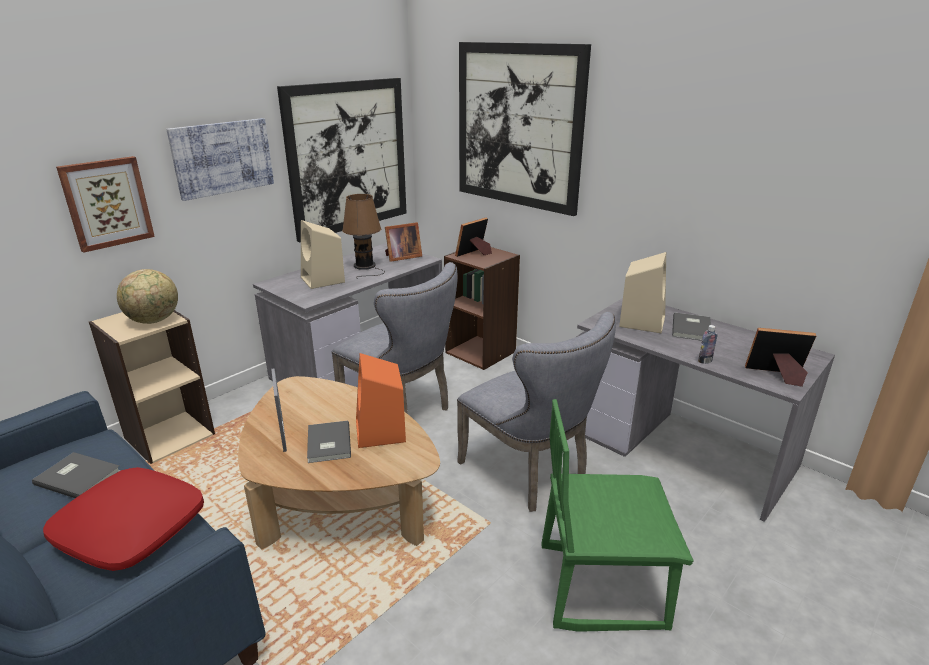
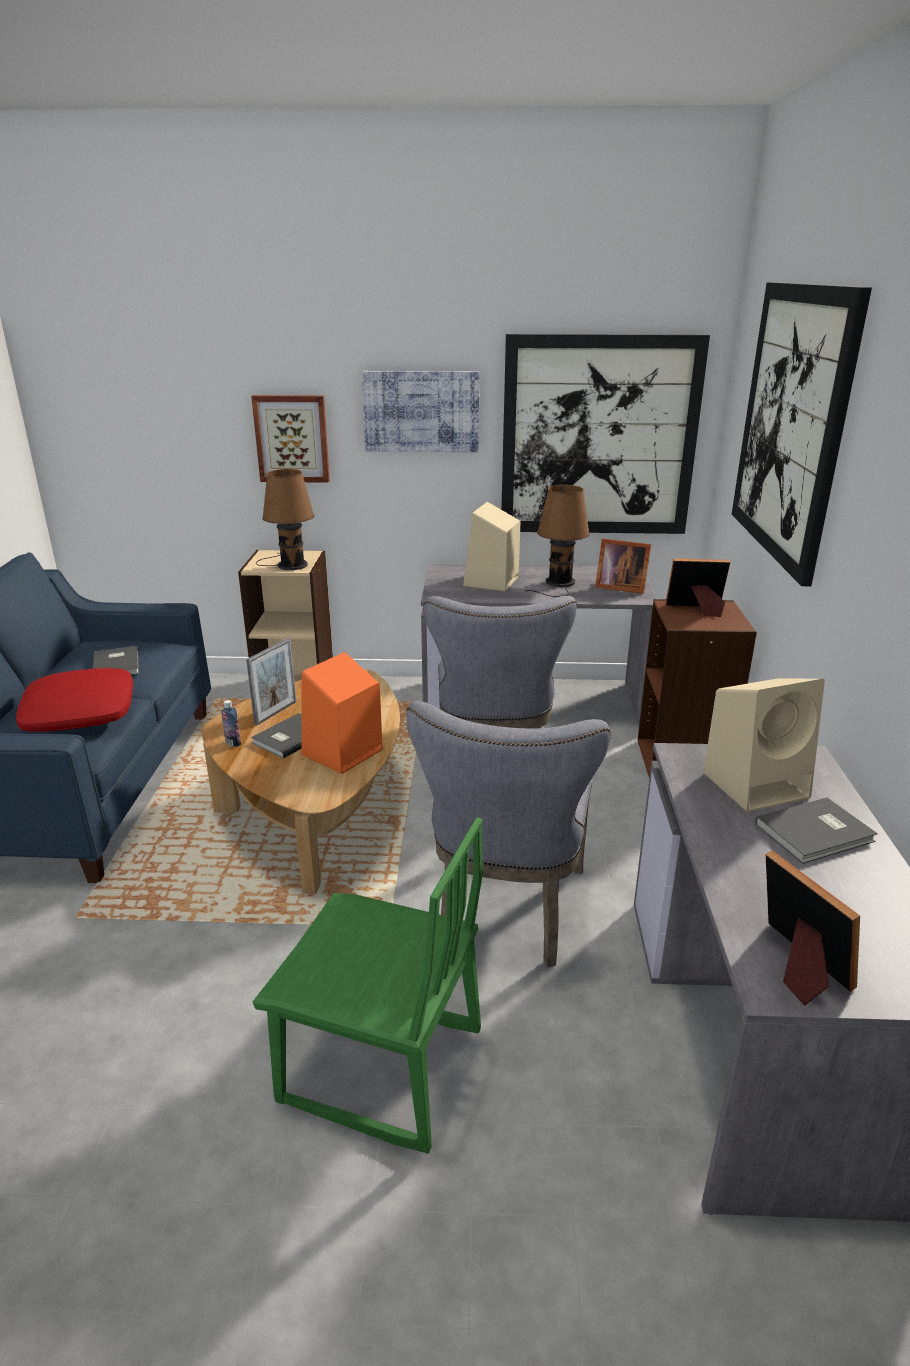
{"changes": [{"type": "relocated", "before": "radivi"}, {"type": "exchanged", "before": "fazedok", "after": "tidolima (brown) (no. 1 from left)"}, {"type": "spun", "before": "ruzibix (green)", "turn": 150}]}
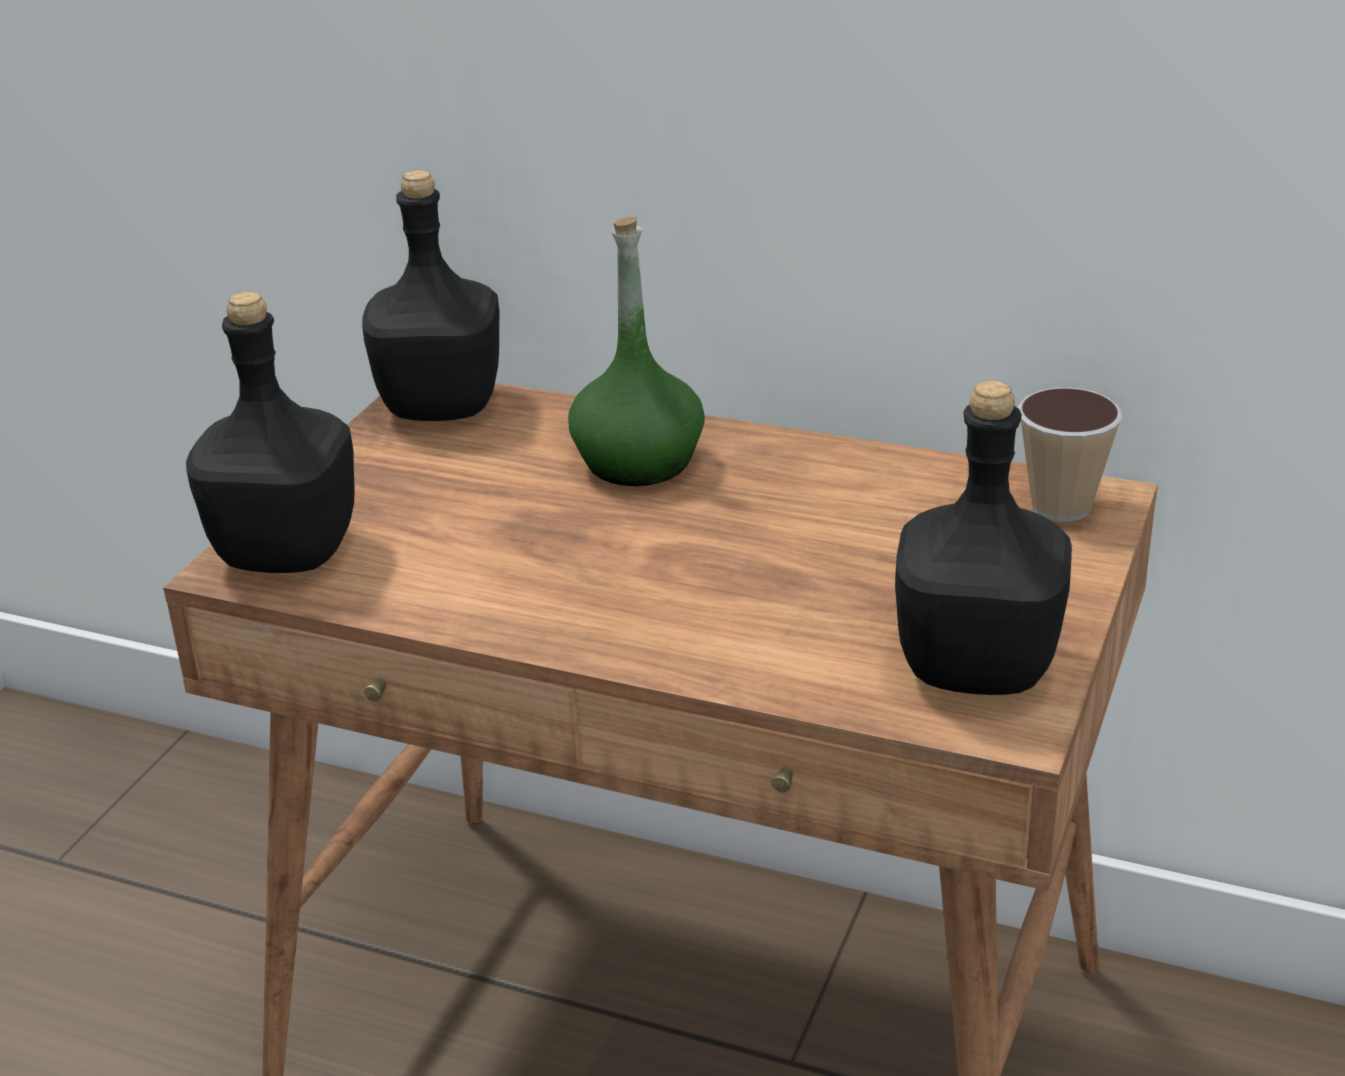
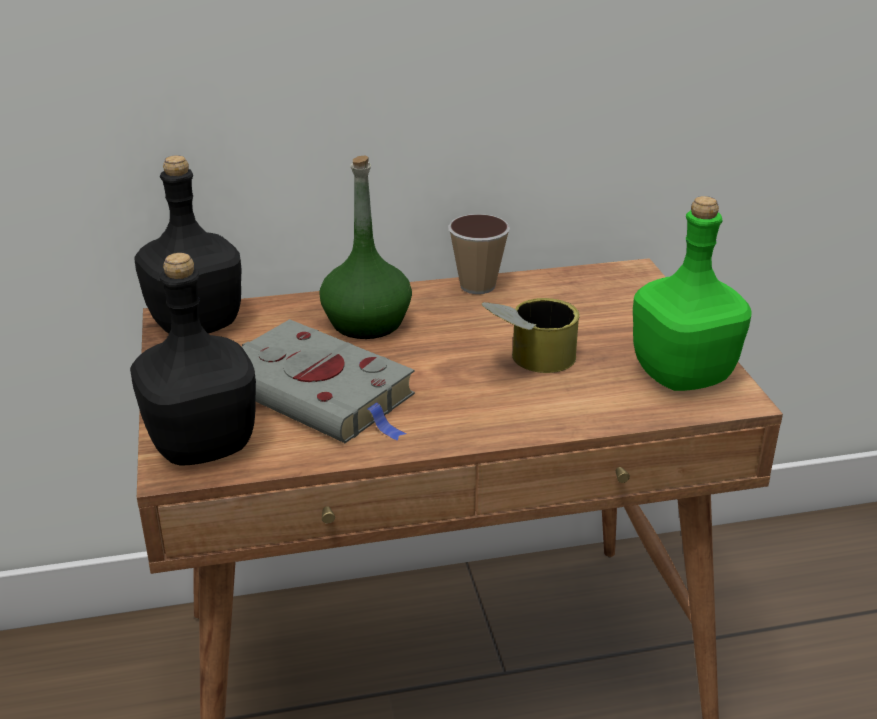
{"changes": [{"type": "appeared", "after": "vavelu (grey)"}, {"type": "appeared", "after": "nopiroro"}, {"type": "relocated", "before": "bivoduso"}, {"type": "colour", "before": "radivi (black) (no. 3 from left)", "after": "radivi (green) (no. 2 from left)"}]}
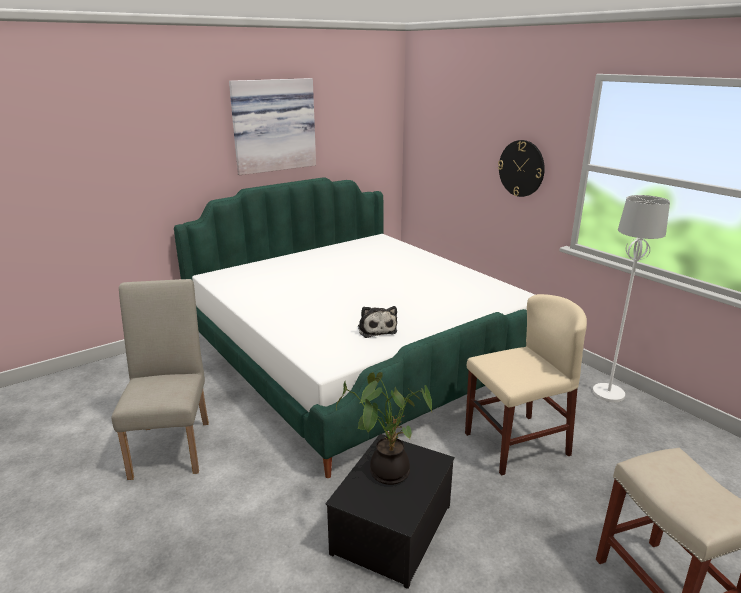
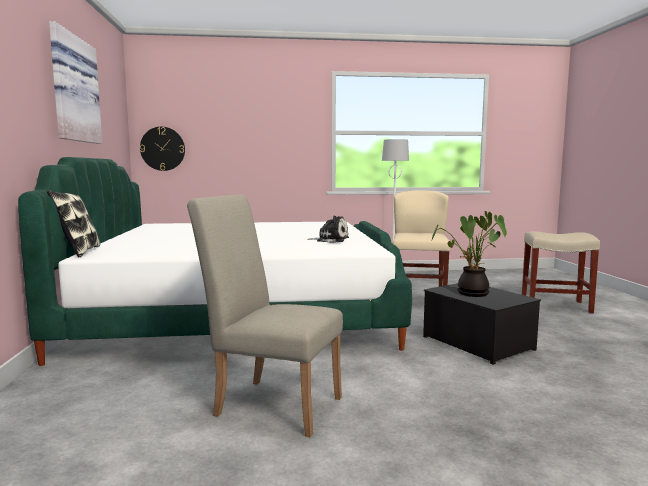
{"changes": [{"type": "appeared", "after": "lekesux"}, {"type": "relocated", "before": "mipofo"}]}
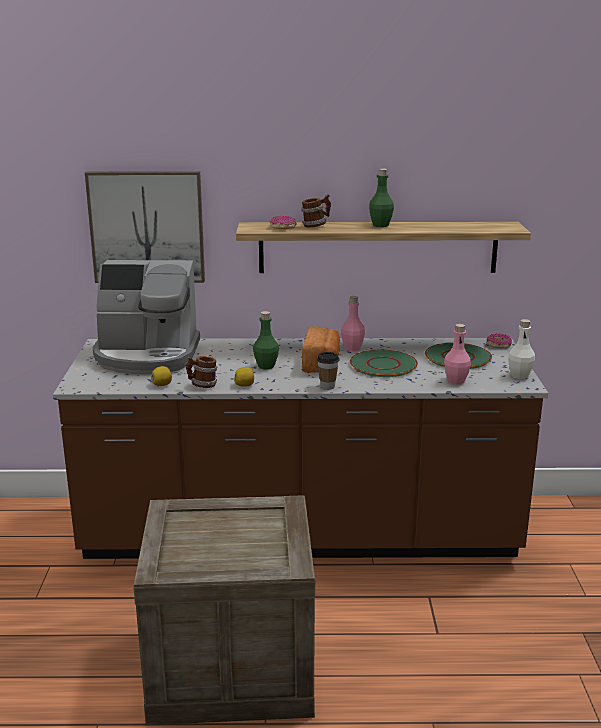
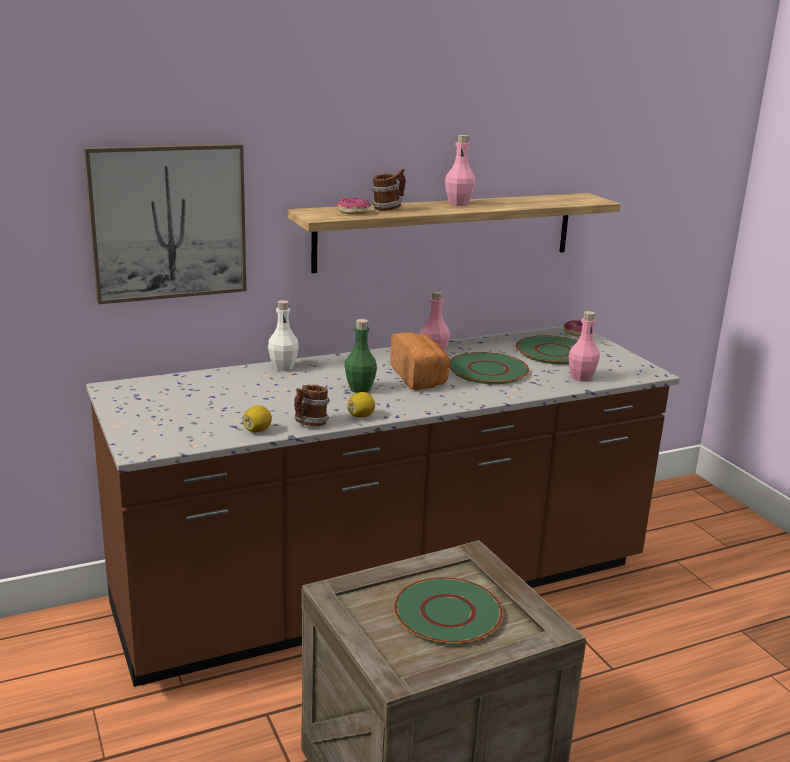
{"changes": [{"type": "missing", "before": "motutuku"}, {"type": "missing", "before": "bivoduso"}, {"type": "appeared", "after": "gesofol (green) (no. 1 from left)"}, {"type": "relocated", "before": "radivi (white)"}, {"type": "colour", "before": "radivi (green) (no. 2 from left)", "after": "radivi (pink) (no. 2 from left)"}]}
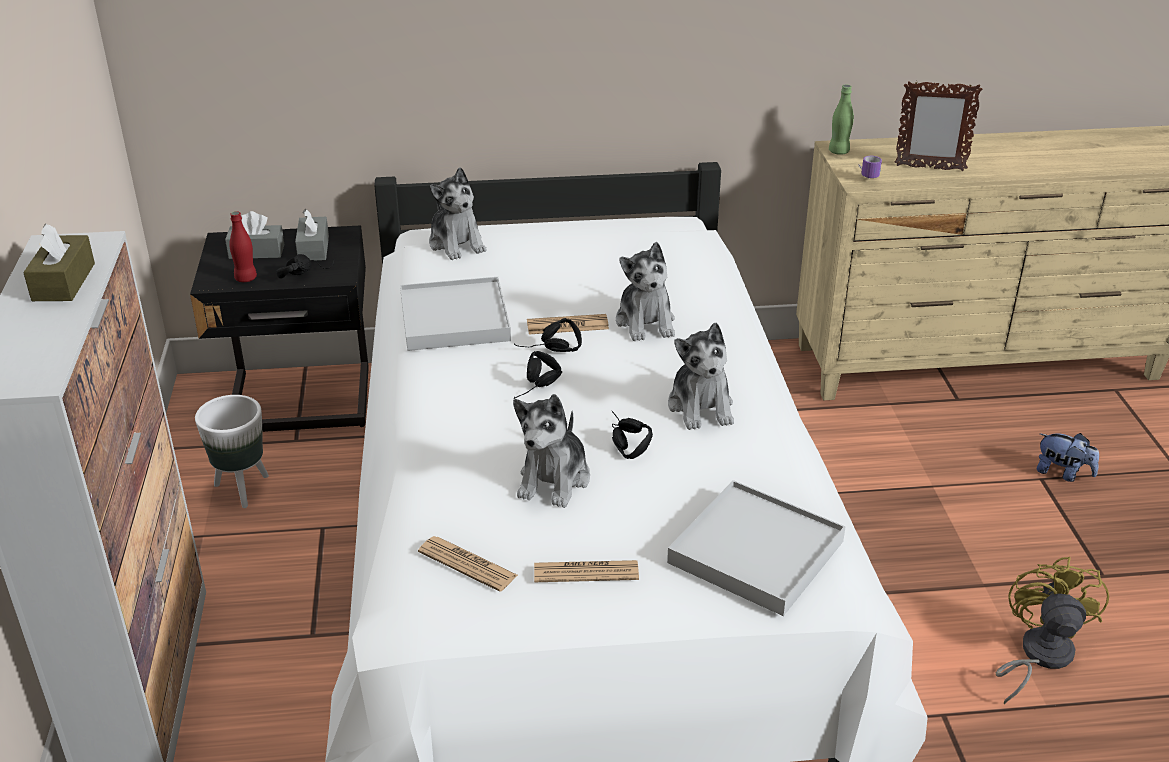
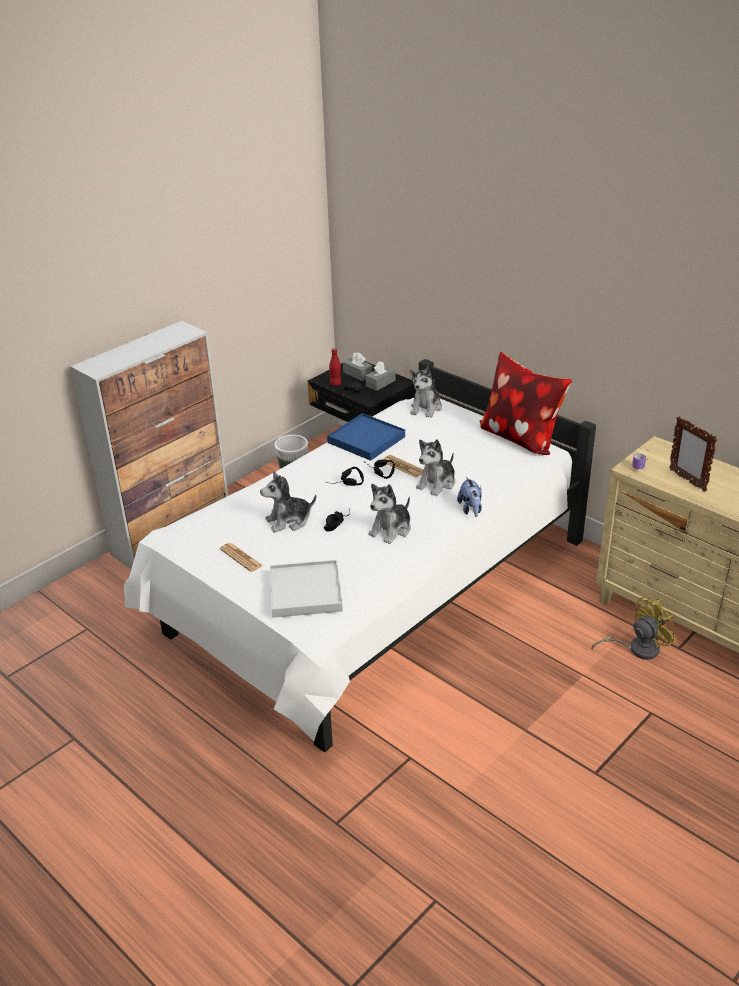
{"changes": [{"type": "missing", "before": "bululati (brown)"}, {"type": "missing", "before": "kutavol (no. 1 from left)"}, {"type": "missing", "before": "radivi (green)"}, {"type": "appeared", "after": "lekesux"}, {"type": "relocated", "before": "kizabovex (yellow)"}, {"type": "relocated", "before": "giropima (no. 5 from left)"}, {"type": "colour", "before": "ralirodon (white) (no. 1 from left)", "after": "ralirodon (blue)"}]}
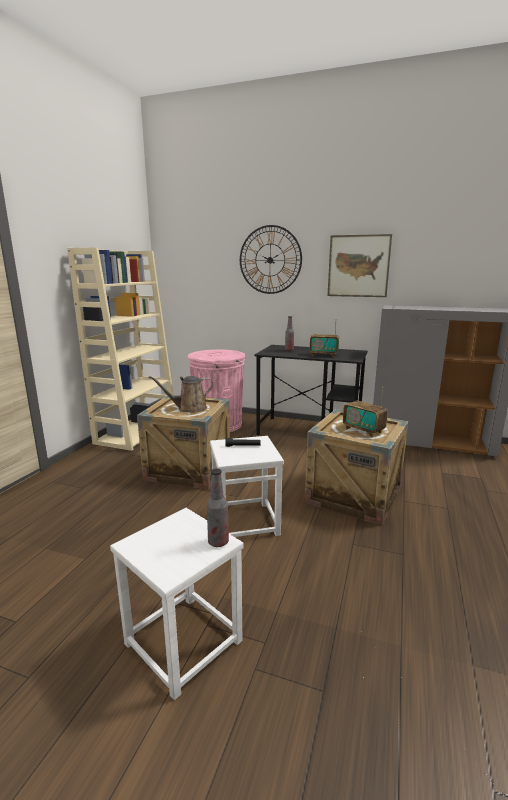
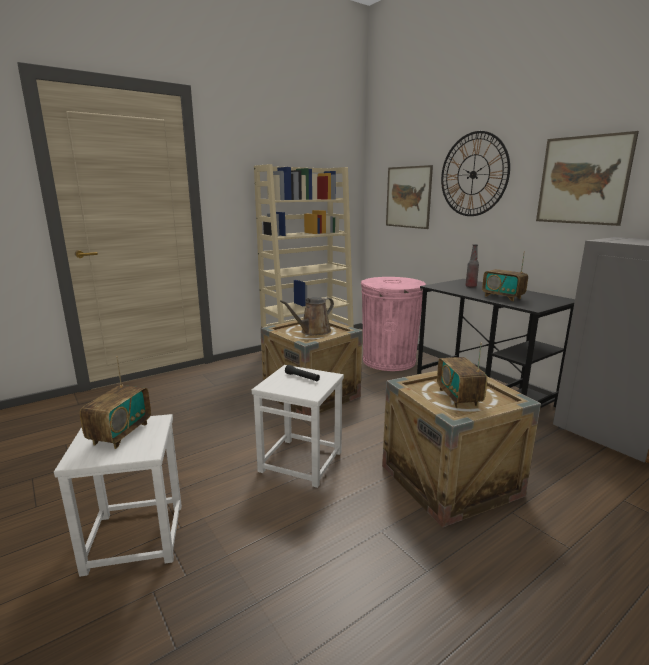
{"changes": [{"type": "missing", "before": "radivi (no. 1 from left)"}, {"type": "appeared", "after": "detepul (no. 1 from left)"}, {"type": "appeared", "after": "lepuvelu (no. 1 from left)"}, {"type": "spun", "before": "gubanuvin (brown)", "turn": -60}]}
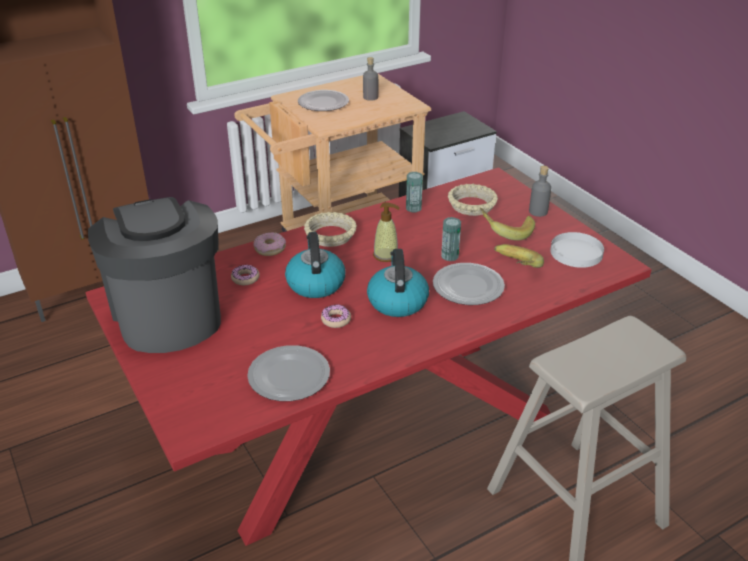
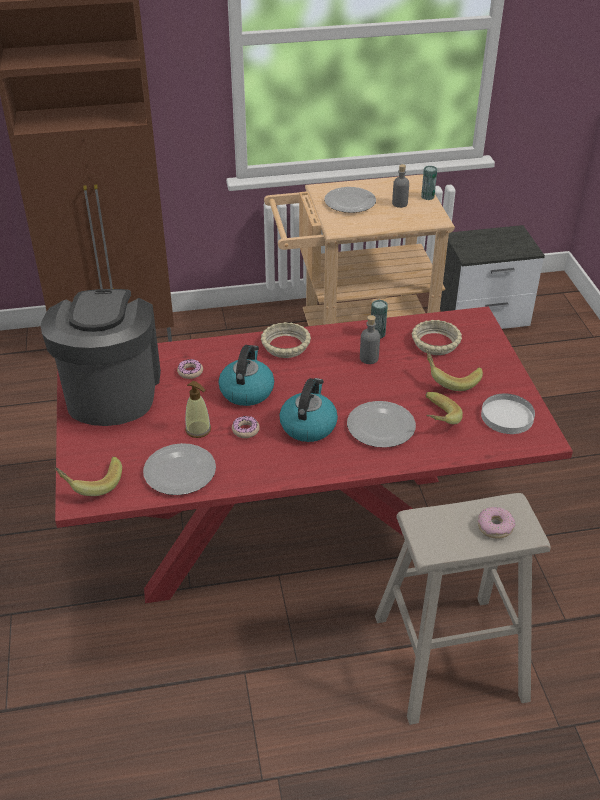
{"changes": [{"type": "appeared", "after": "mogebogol (no. 1 from left)"}, {"type": "relocated", "before": "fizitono (no. 2 from left in the first image)", "after": "fizitono (no. 3 from left)"}, {"type": "relocated", "before": "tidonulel"}, {"type": "relocated", "before": "nopiroro (no. 2 from left)"}, {"type": "relocated", "before": "radivi (grey) (no. 2 from left in the first image)", "after": "radivi (grey) (no. 1 from left)"}]}
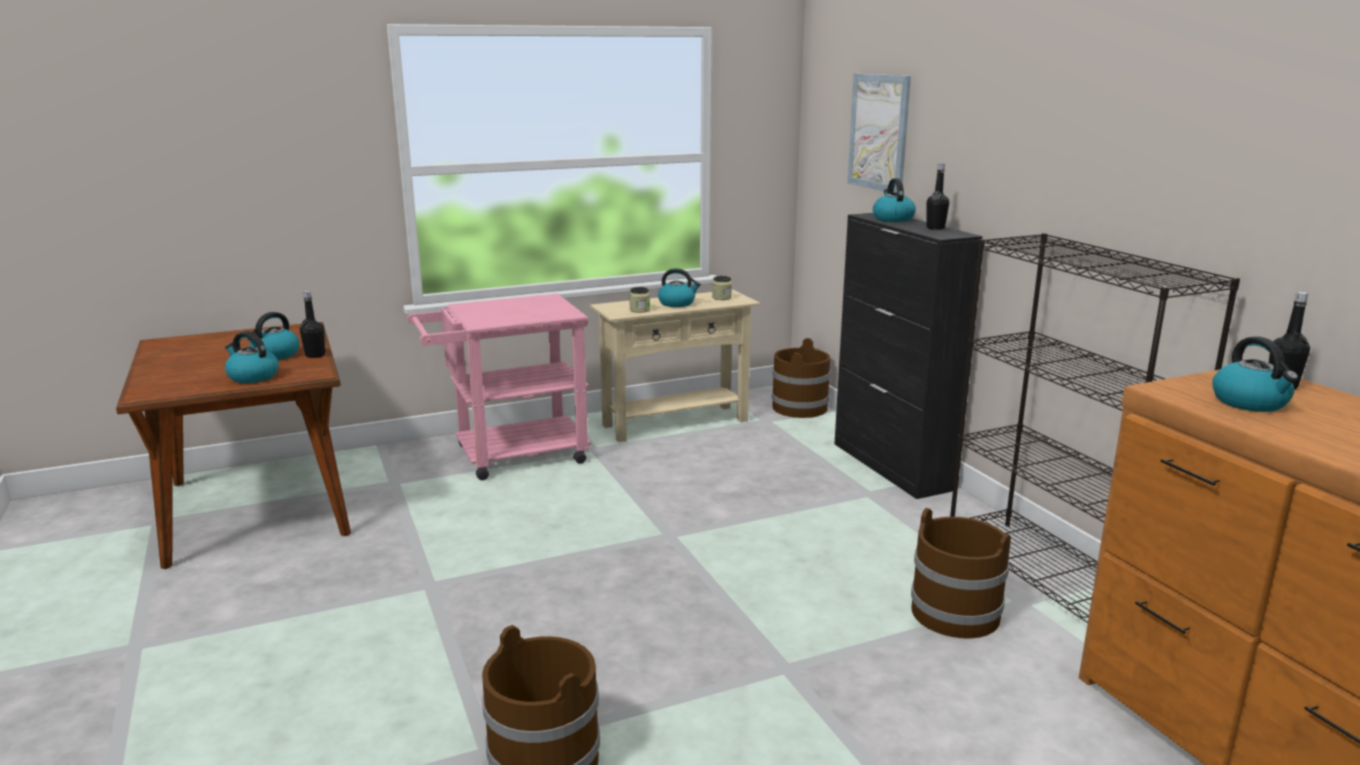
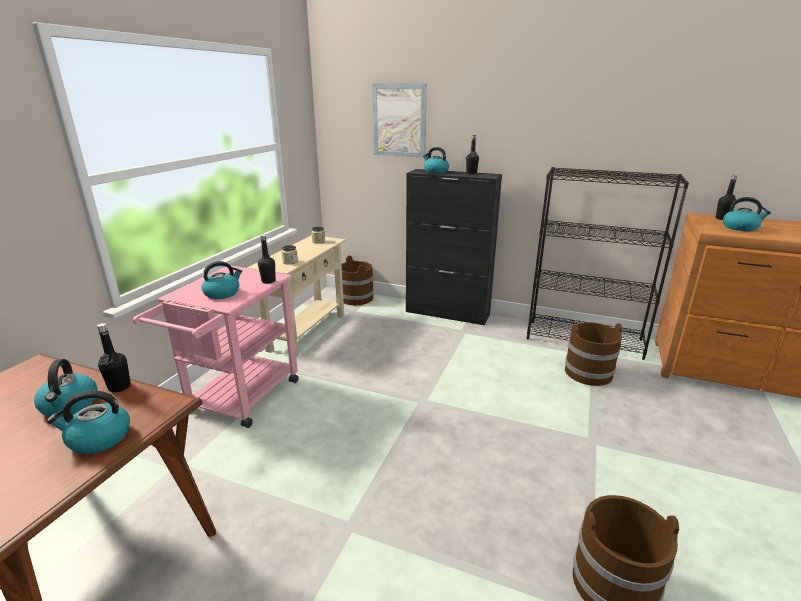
{"changes": [{"type": "appeared", "after": "radivi (black) (no. 2 from left)"}, {"type": "relocated", "before": "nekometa (no. 3 from left)"}]}
